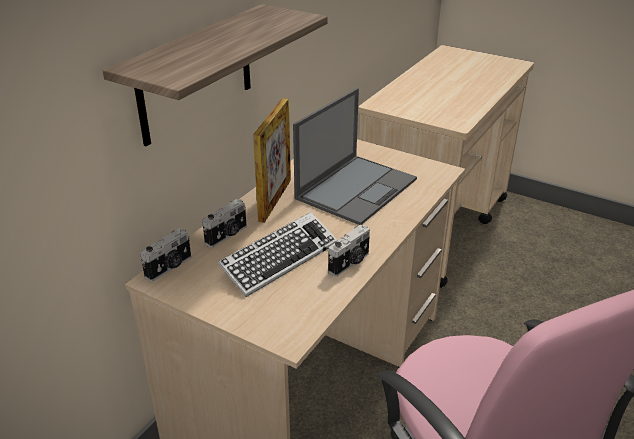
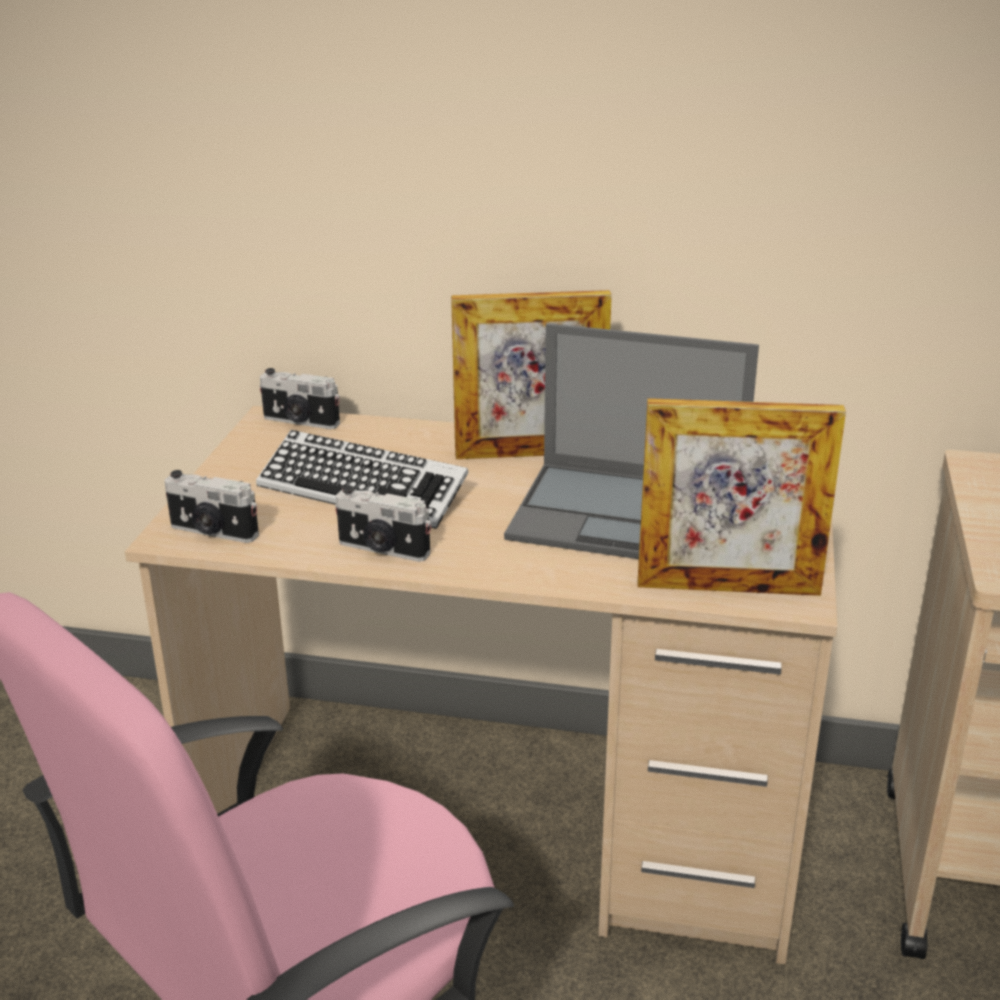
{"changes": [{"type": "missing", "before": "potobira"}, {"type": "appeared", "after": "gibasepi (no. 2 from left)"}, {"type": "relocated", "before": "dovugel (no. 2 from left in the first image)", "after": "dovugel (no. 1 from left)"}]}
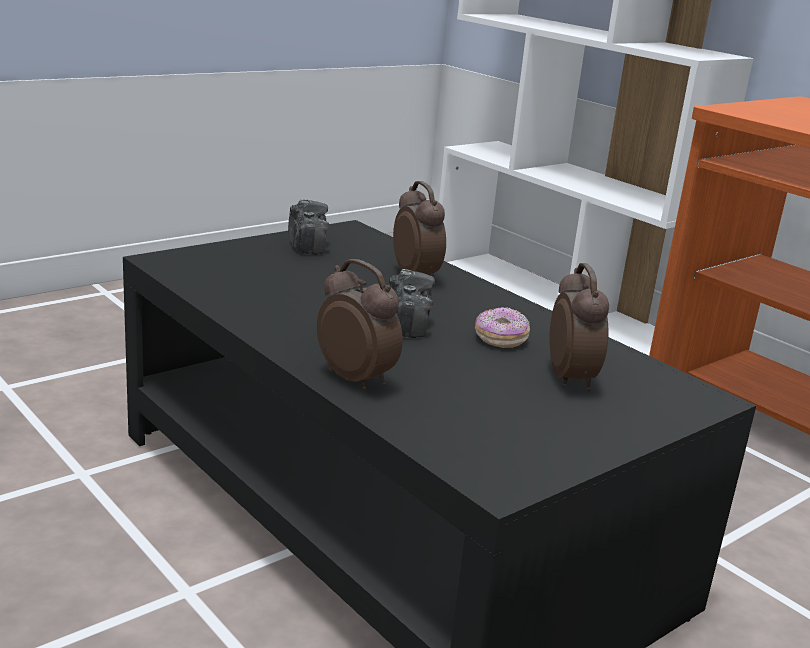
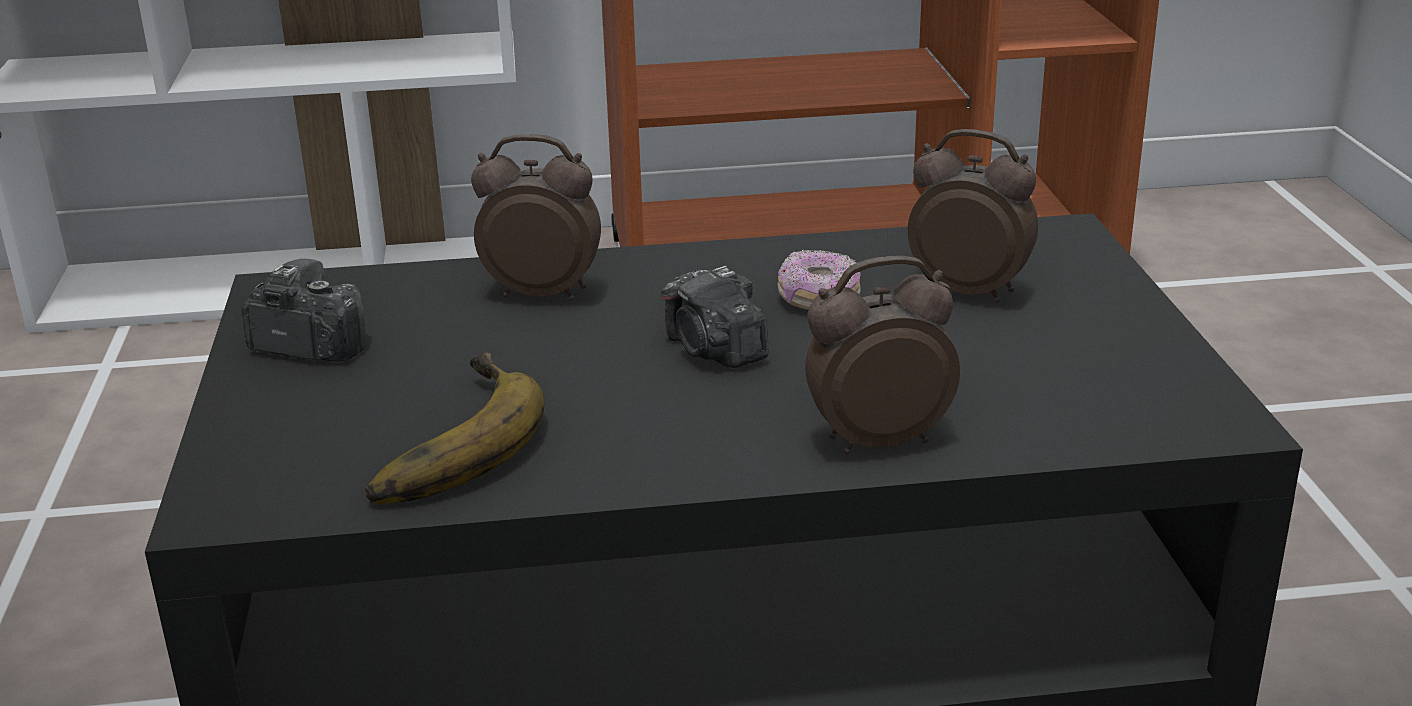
{"changes": [{"type": "appeared", "after": "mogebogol"}, {"type": "spun", "before": "dovugel (no. 2 from left)", "turn": -150}]}
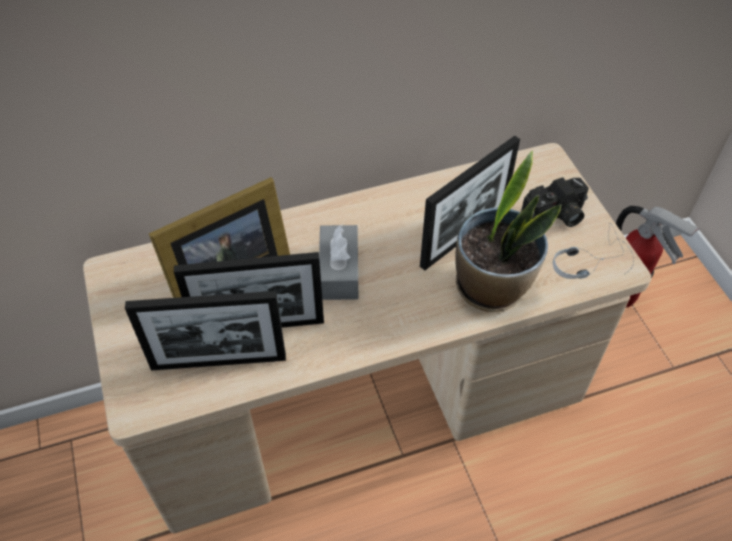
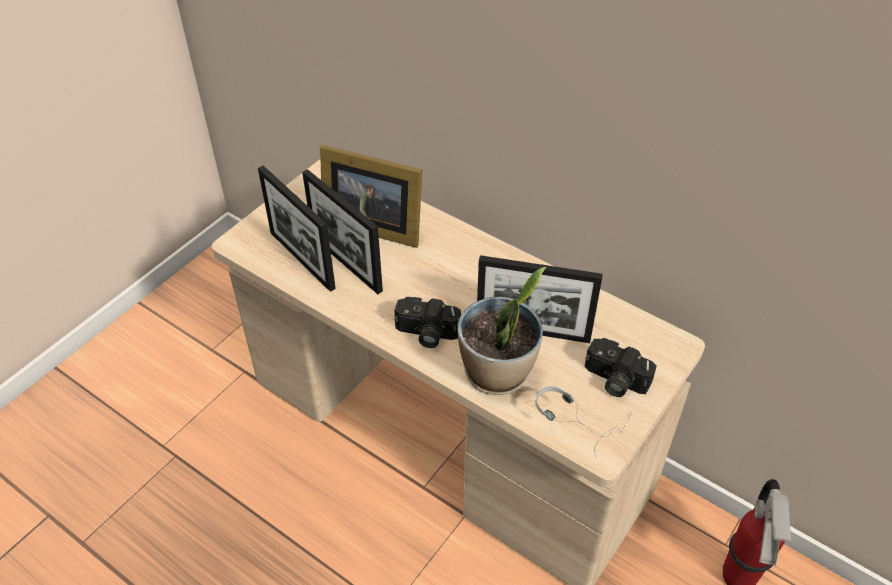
{"changes": [{"type": "missing", "before": "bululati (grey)"}, {"type": "appeared", "after": "dovugel (no. 1 from left)"}]}
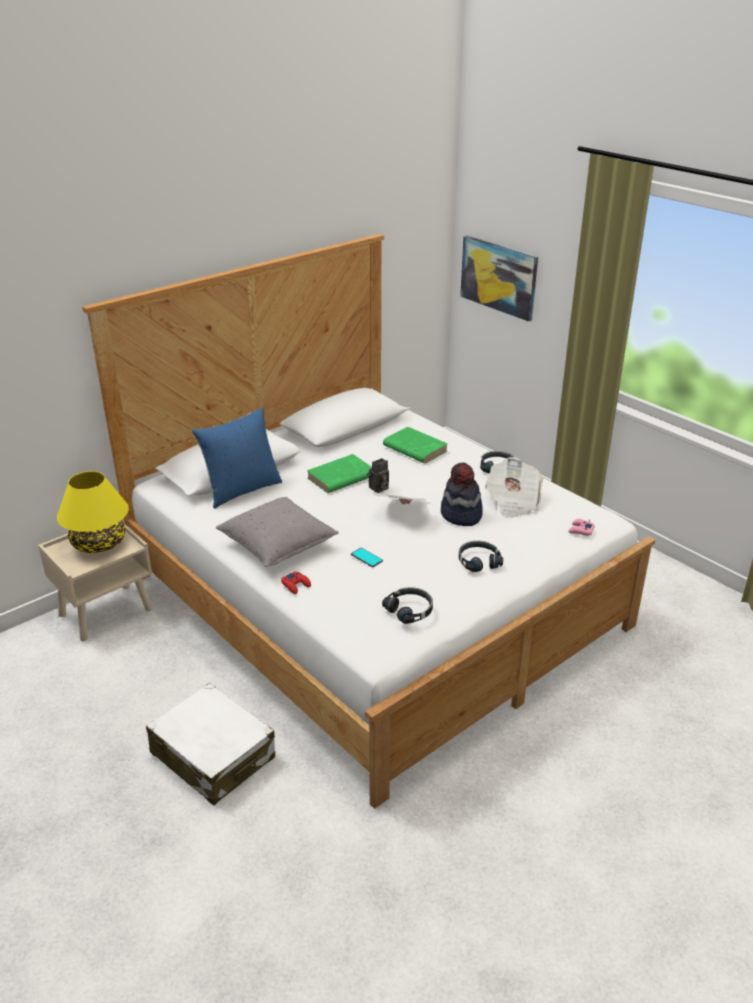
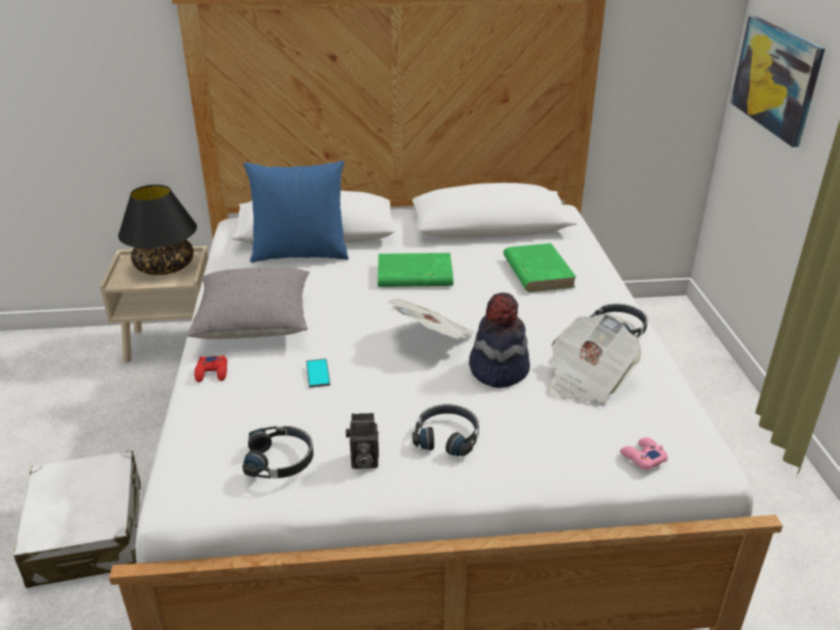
{"changes": [{"type": "relocated", "before": "dovugel"}, {"type": "colour", "before": "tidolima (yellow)", "after": "tidolima (black)"}]}
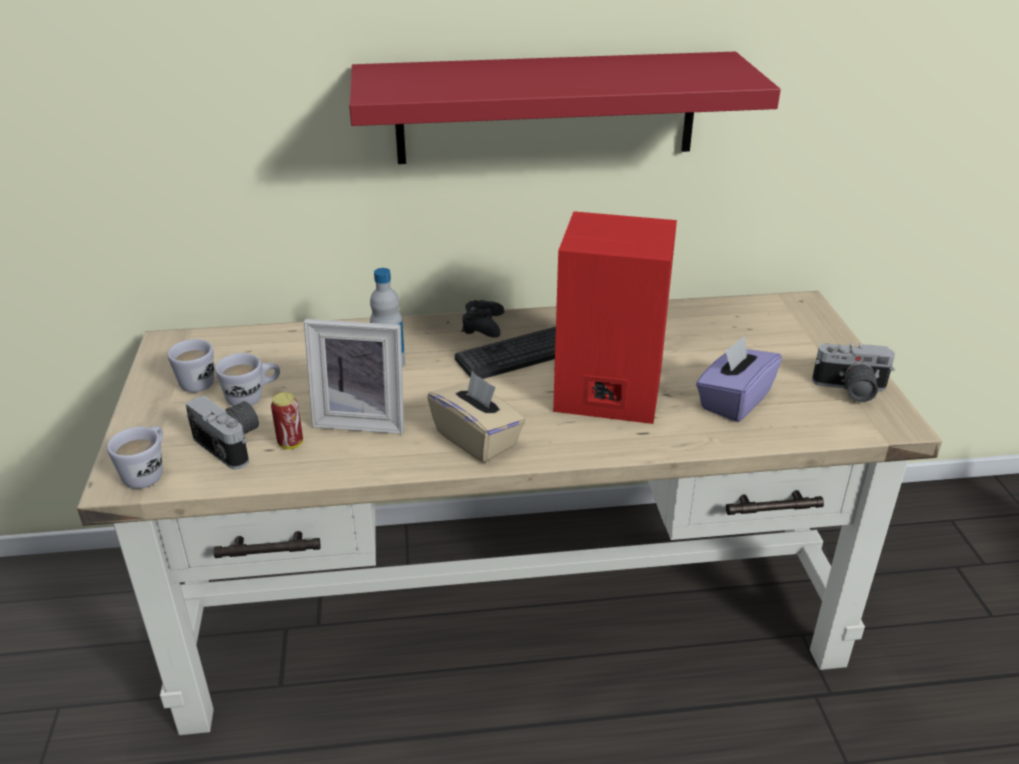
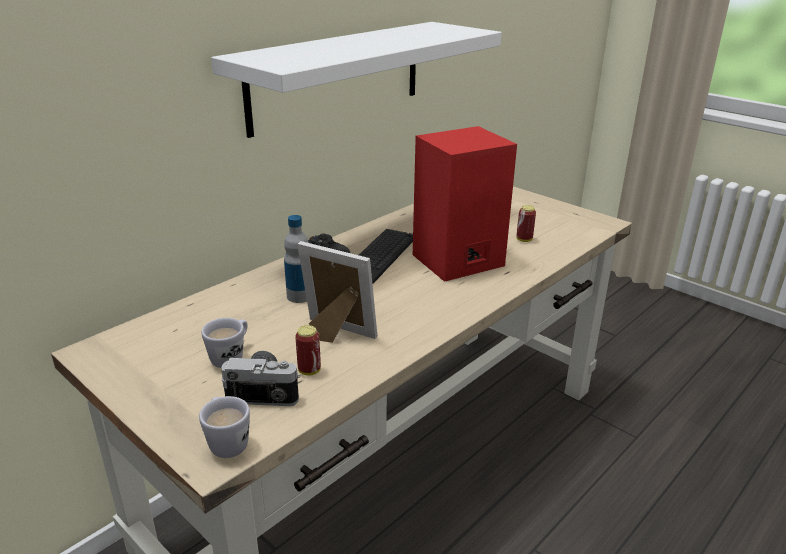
{"changes": [{"type": "missing", "before": "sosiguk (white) (no. 2 from left)"}, {"type": "missing", "before": "bululati (beige)"}, {"type": "missing", "before": "dovugel (no. 2 from left)"}, {"type": "exchanged", "before": "bululati (purple)", "after": "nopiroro (no. 2 from left)"}, {"type": "colour", "before": "potobira (red)", "after": "potobira (white)"}, {"type": "spun", "before": "gibasepi", "turn": -120}]}
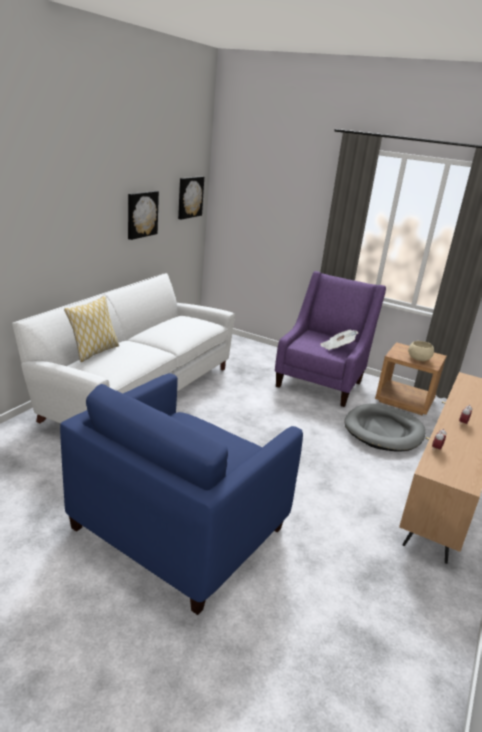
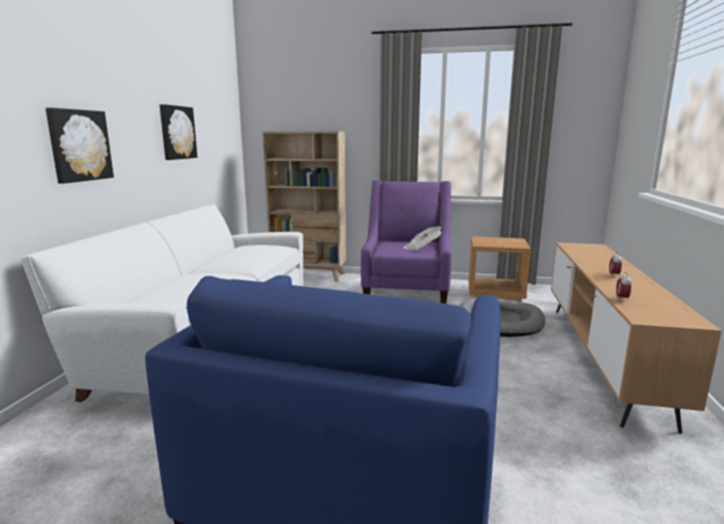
{"changes": [{"type": "missing", "before": "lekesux"}, {"type": "missing", "before": "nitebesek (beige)"}, {"type": "appeared", "after": "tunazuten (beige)"}, {"type": "relocated", "before": "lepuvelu (no. 2 from left in the first image)", "after": "lepuvelu (no. 1 from left)"}]}
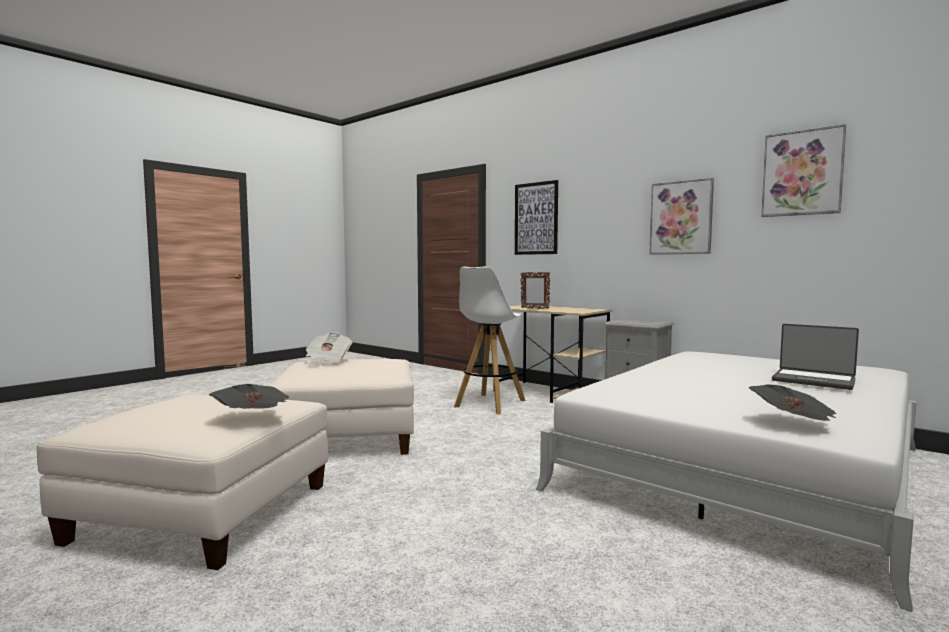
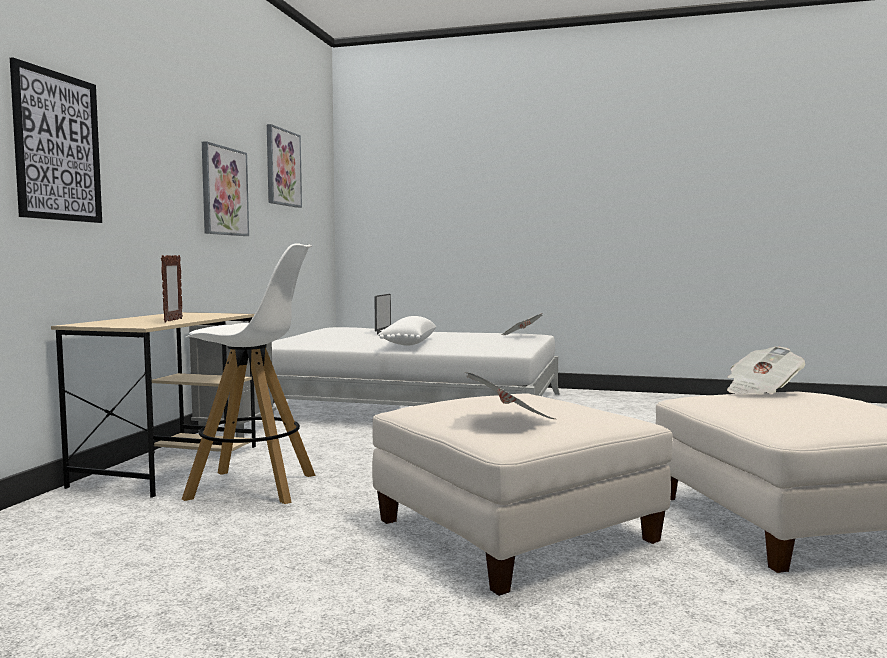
{"changes": [{"type": "appeared", "after": "lekesux (white)"}]}
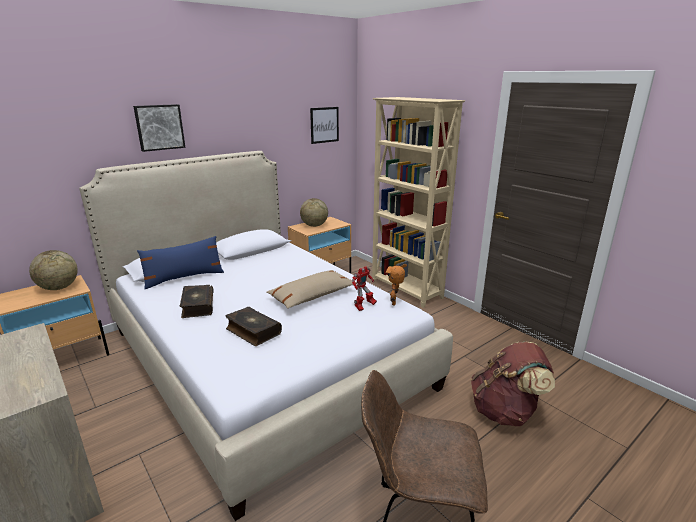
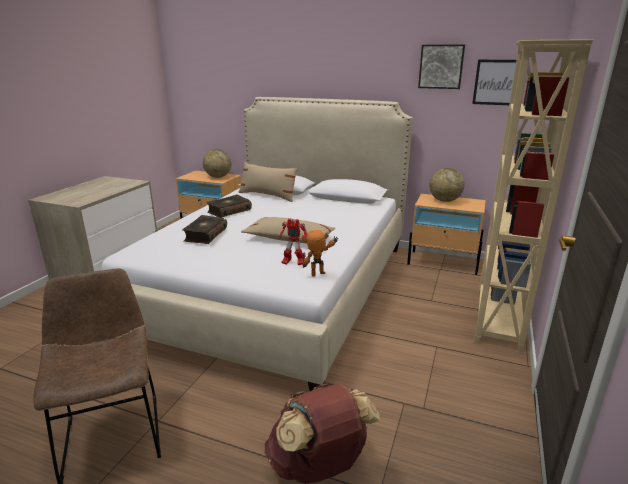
{"changes": [{"type": "relocated", "before": "lepuvelu (no. 1 from left)"}, {"type": "colour", "before": "lekesux (blue)", "after": "lekesux (beige) (no. 1 from left)"}]}
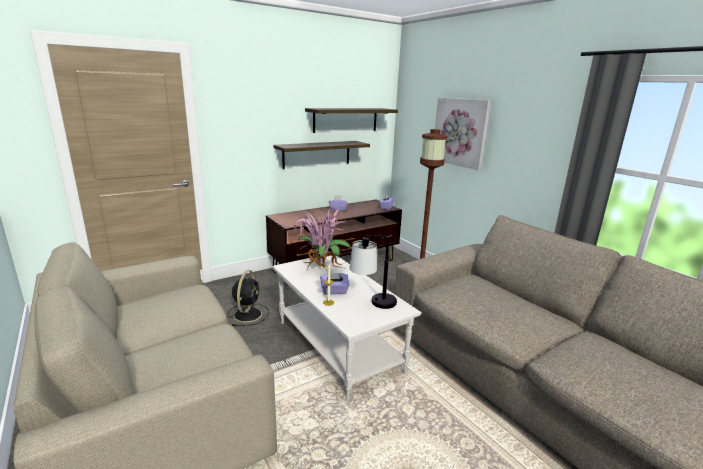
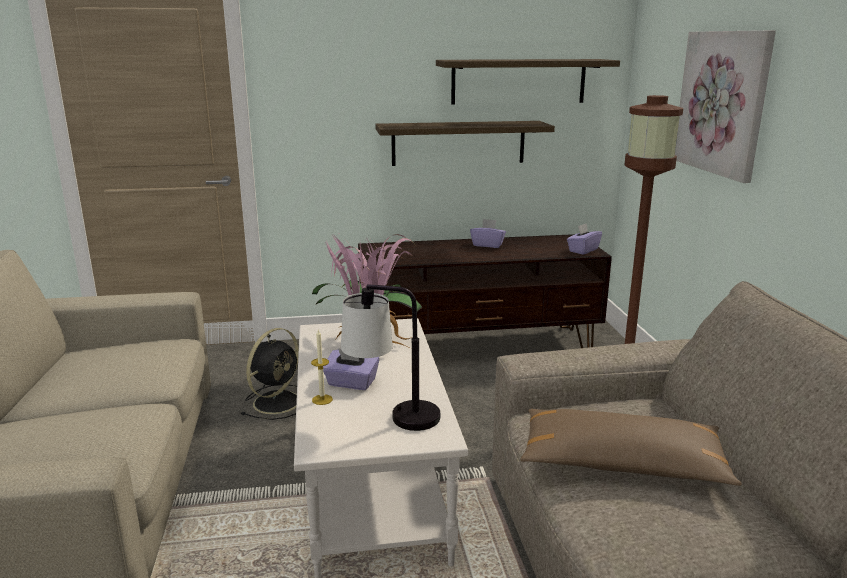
{"changes": [{"type": "appeared", "after": "lekesux (brown)"}]}
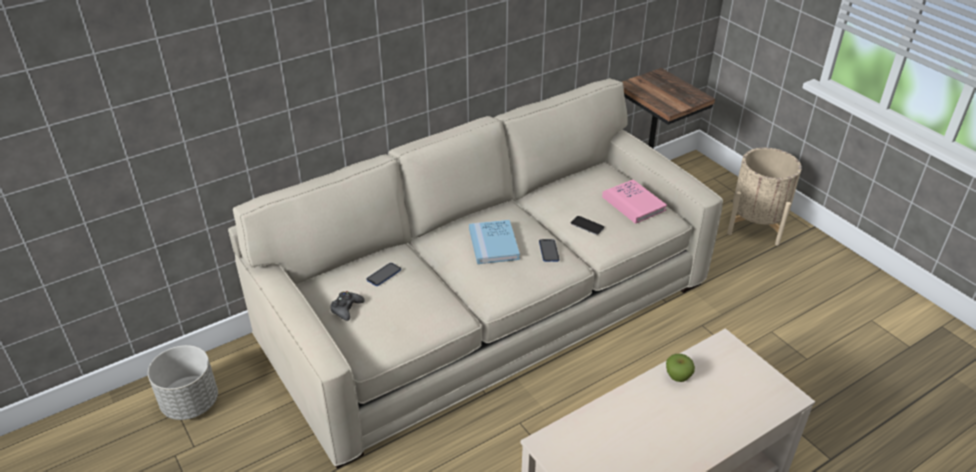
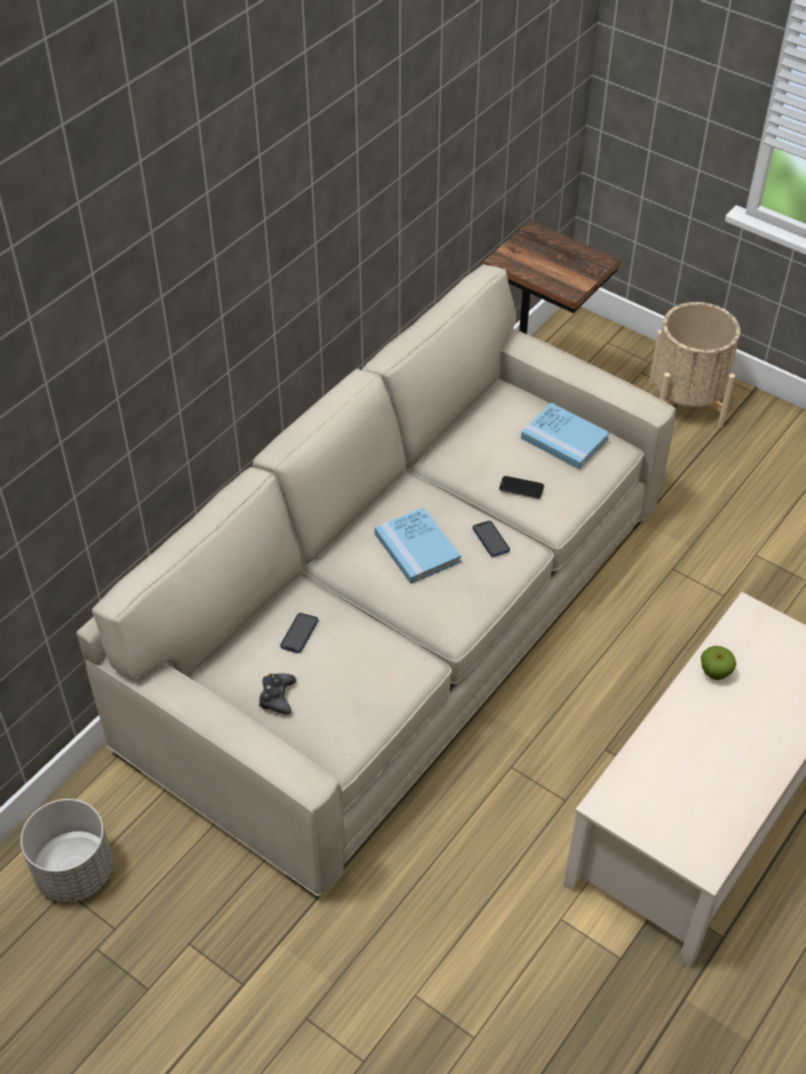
{"changes": [{"type": "colour", "before": "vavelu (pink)", "after": "vavelu (blue) (no. 2 from left)"}]}
